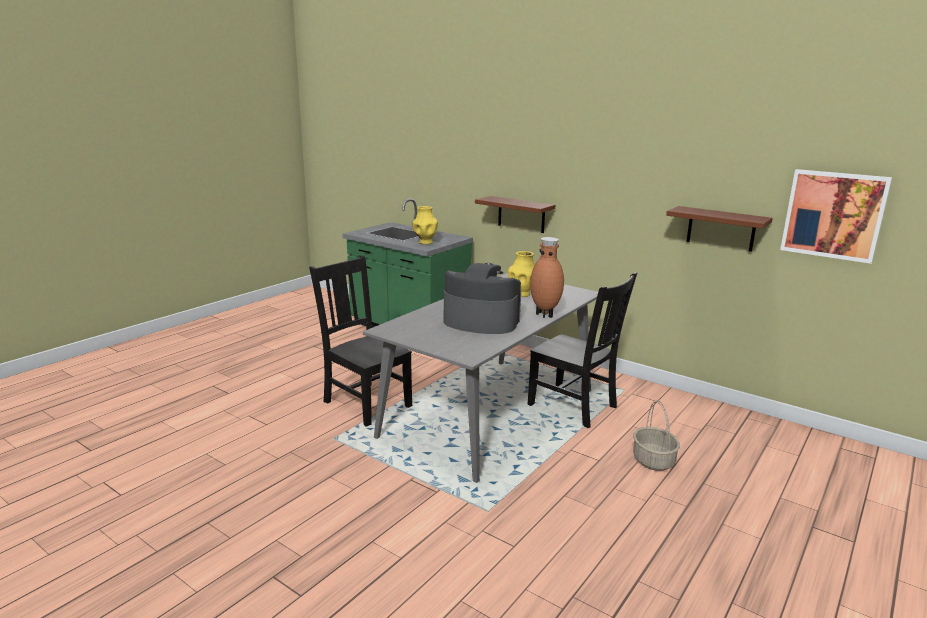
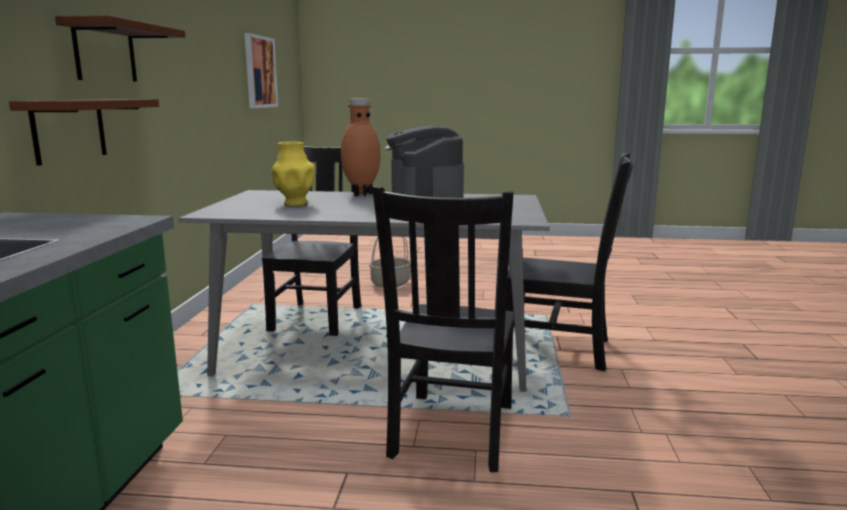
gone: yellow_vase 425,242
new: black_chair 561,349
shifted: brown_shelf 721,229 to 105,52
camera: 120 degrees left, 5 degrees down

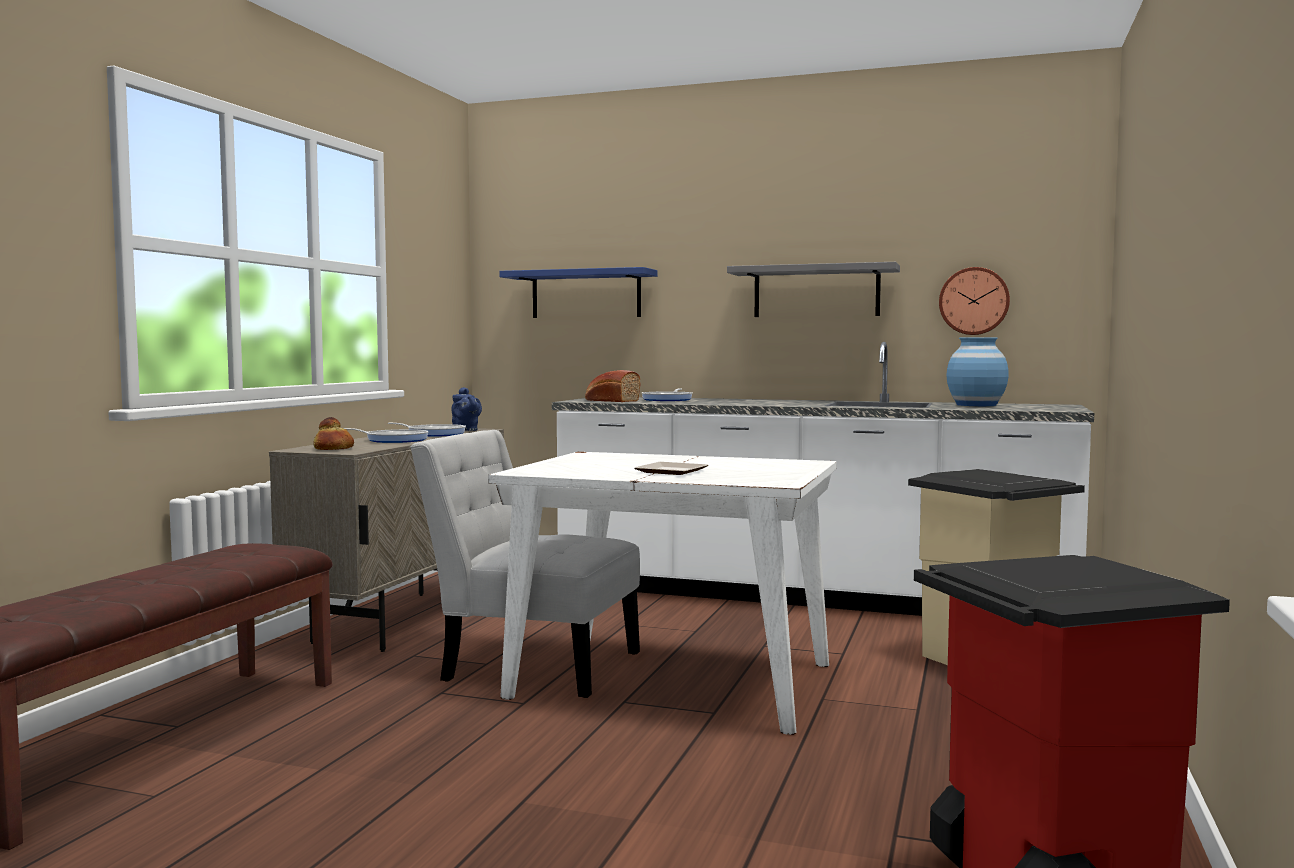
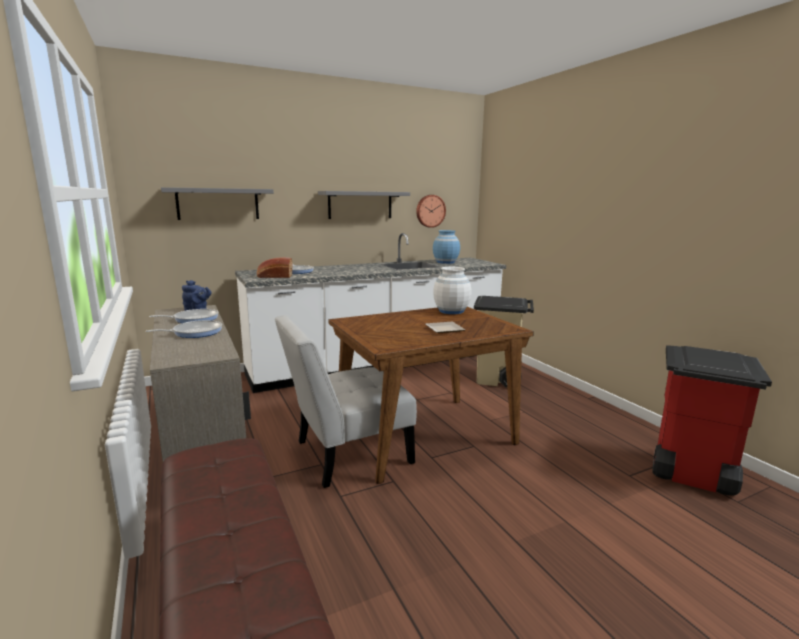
gone: bread 334,448
new: white_vase 451,311
repainted: white_dining_table 669,680 to brown_dining_table 423,435; blue_shelf 586,294 to grey_shelf 218,204
camera: 45 degrees left, 10 degrees up

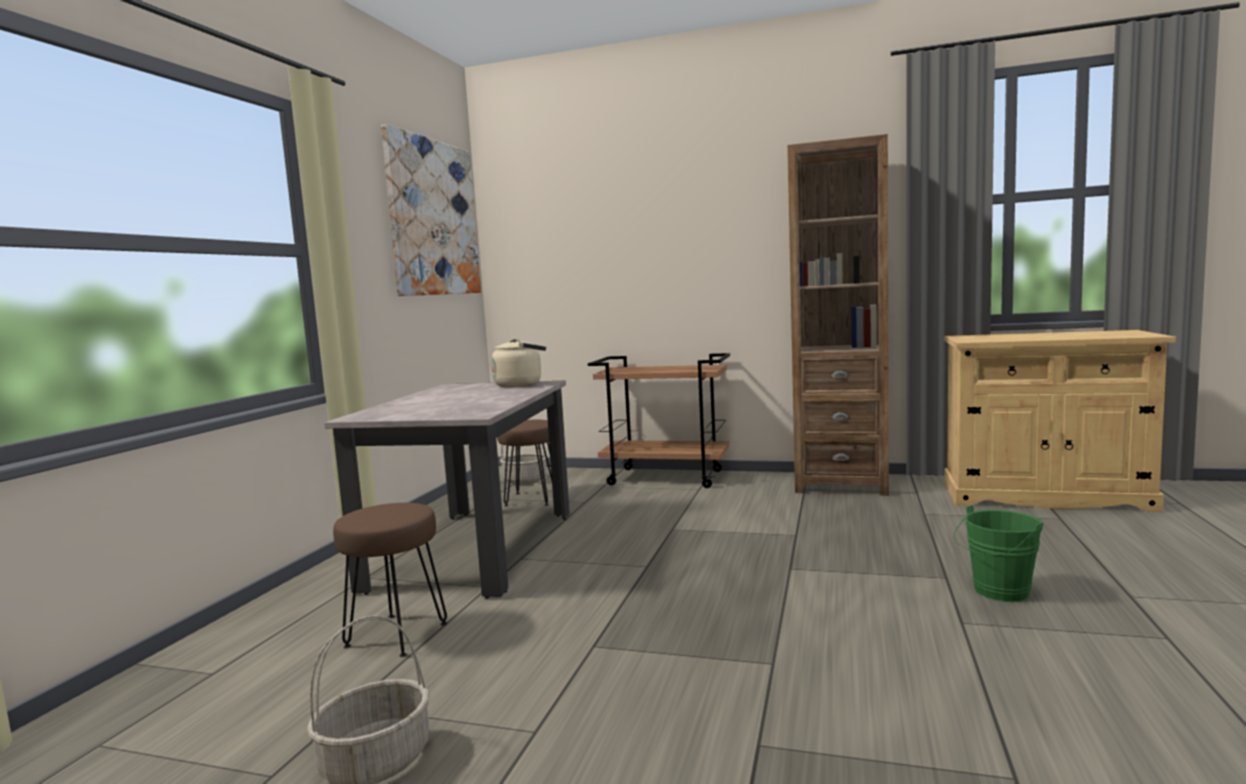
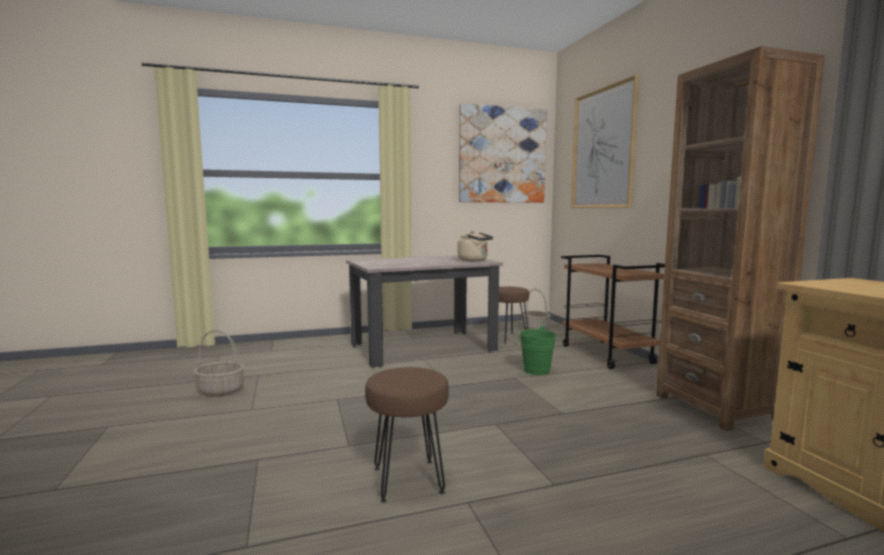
new: picture 602,148
shifted: brown_stool 395,635 to 407,479; green_bucket 997,593 to 533,370
camera: 55 degrees right, 0 degrees up

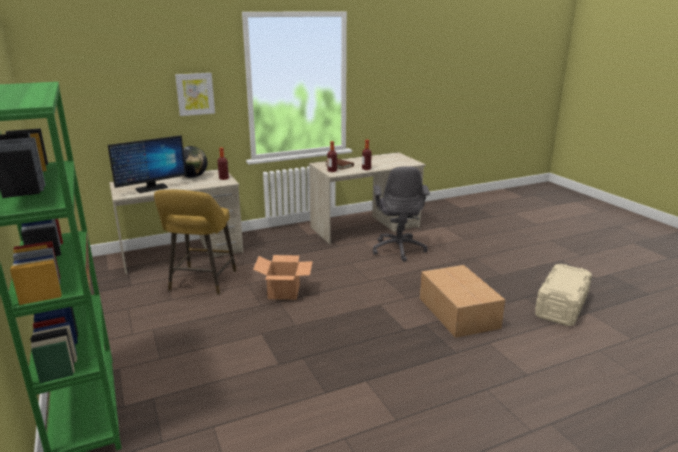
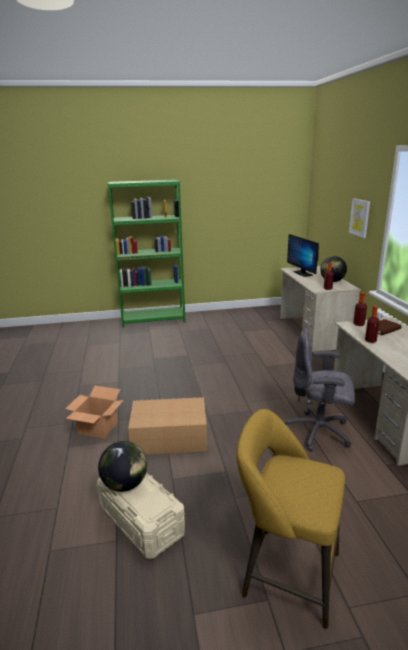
new: globe 125,484
shifted: yellow_stool 201,282 to 285,572; cardboard_box 283,291 to 98,427
camera: 105 degrees right, 0 degrees up

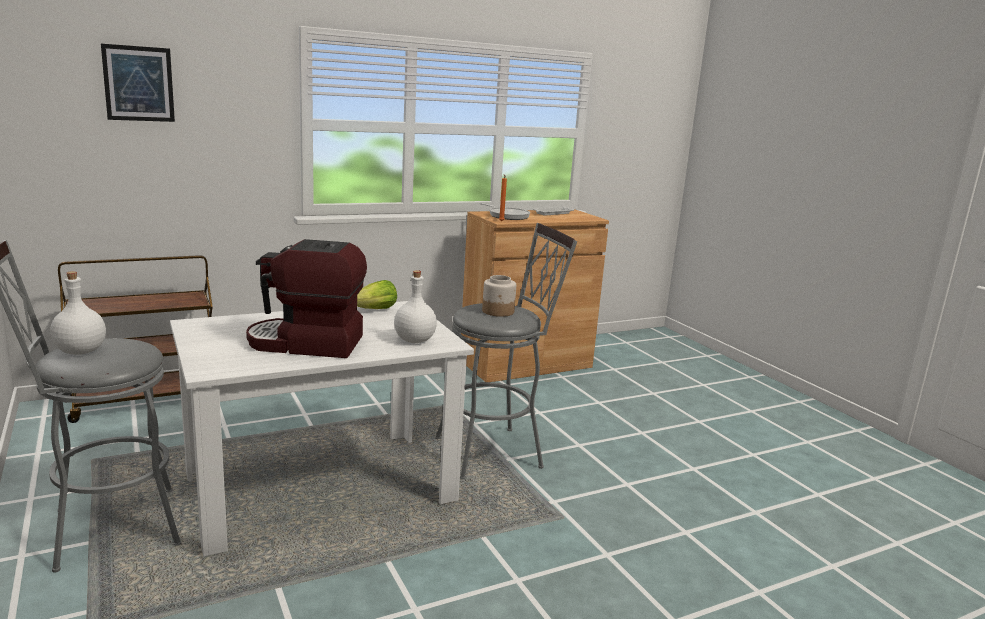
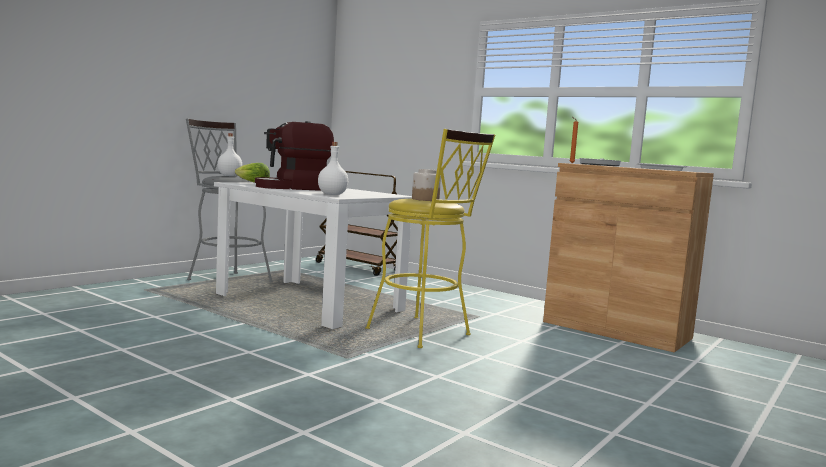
gone: picture 138,83
shifted: lettuce 375,310 to 252,183
repainted: grey_stool 497,451 to yellow_stool 424,334
rotated: coffee_machine 306,343 = 293,188 90 degrees counterclockwise
camera: 65 degrees right, 10 degrees down

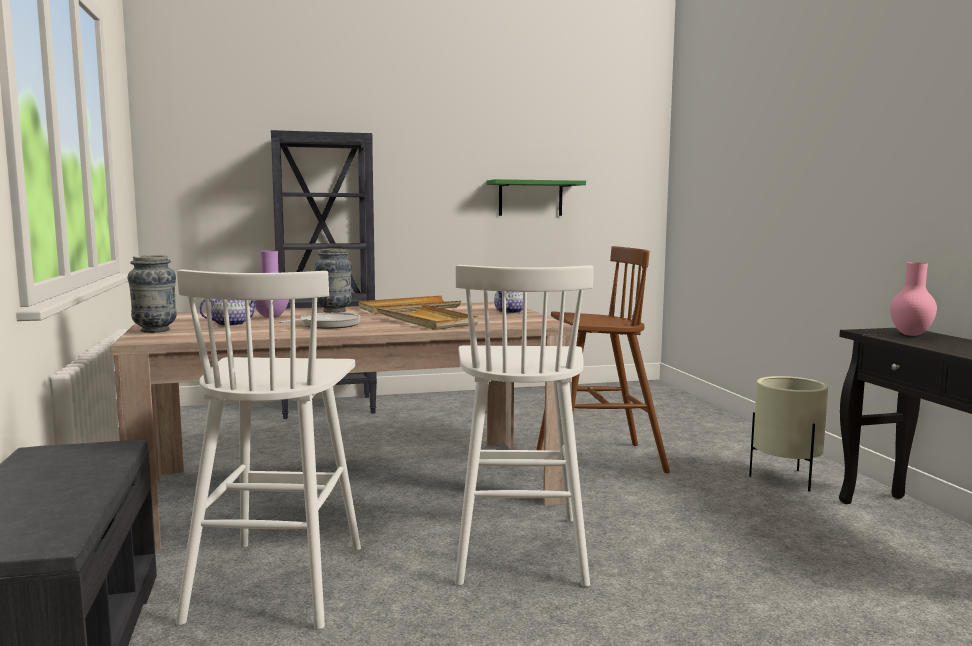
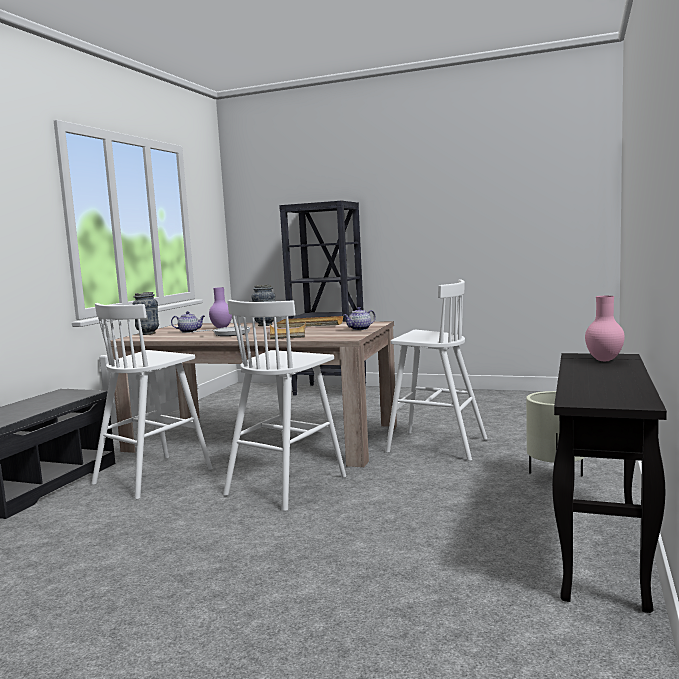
gone: green_shelf 530,198
repainted: brown_stool 597,461 to white_stool 435,445
camera: 35 degrees right, 0 degrees up

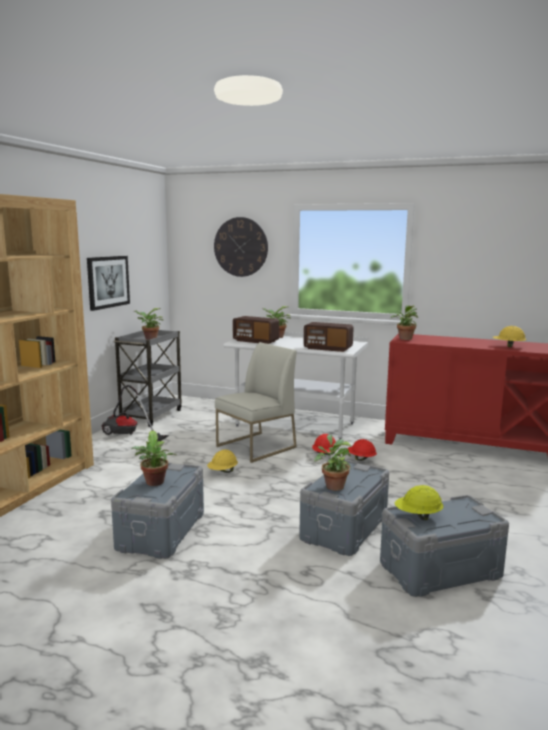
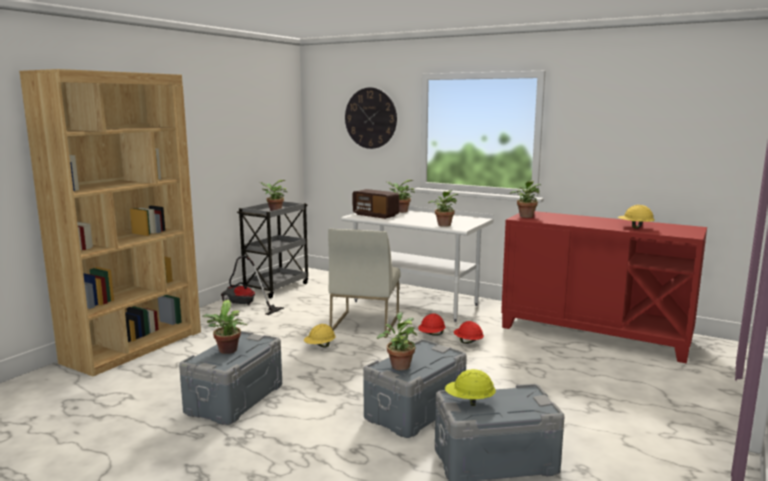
gone: picture 108,282
swapped: radio 328,348 to potted_plant 444,224
rotated: white_chair 256,447 = 364,324 135 degrees clockwise
camera: 10 degrees right, 0 degrees up

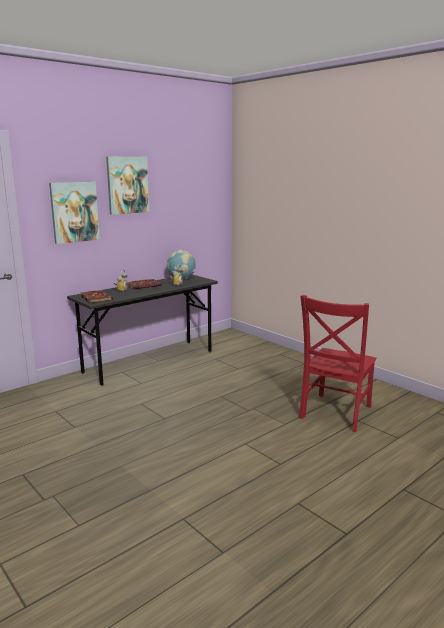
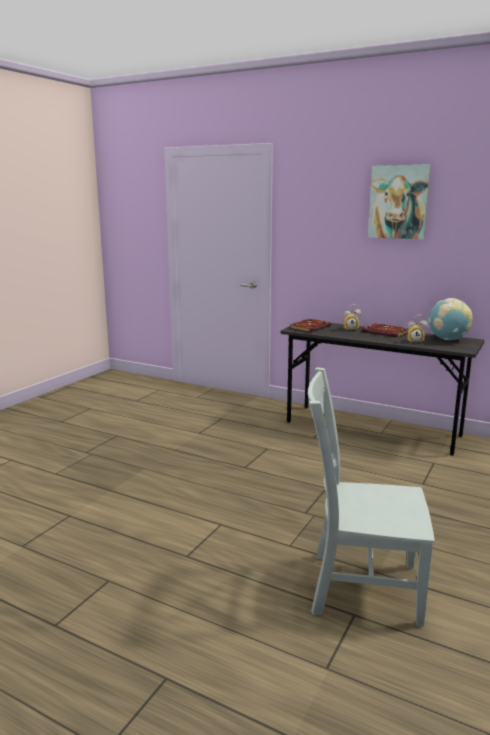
gone: picture 74,212
repainted: red_chair 334,413 to grey_chair 359,586
camera: 70 degrees right, 0 degrees up

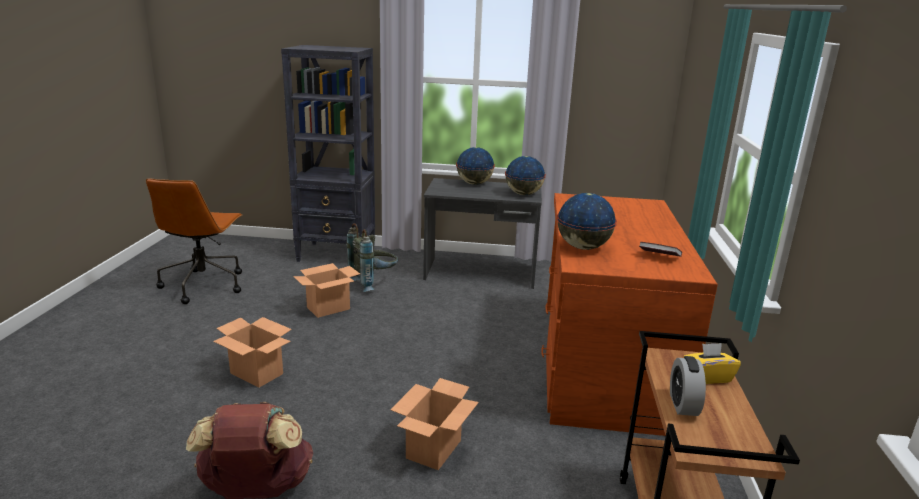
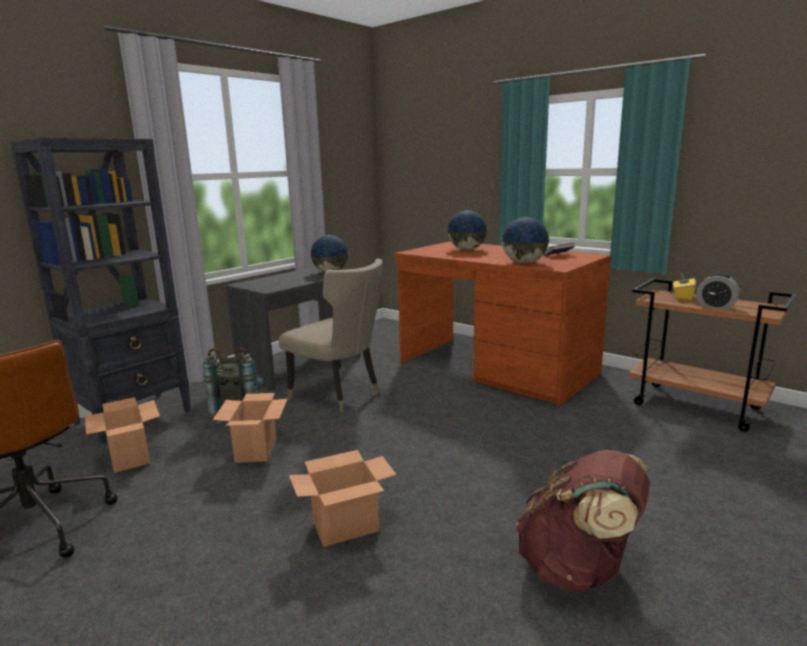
new: beige_chair 339,396
shifted: cardboard_box 433,450 to 130,458; globe 474,184 to 466,249
camera: 55 degrees left, 5 degrees down

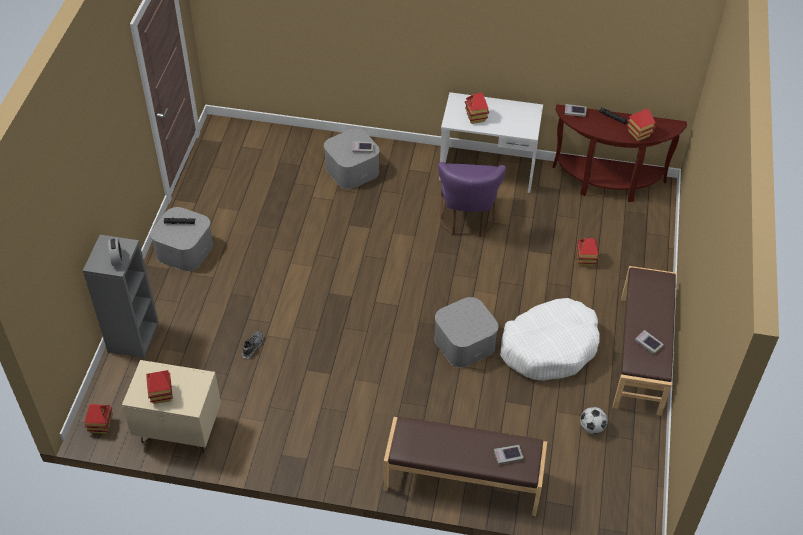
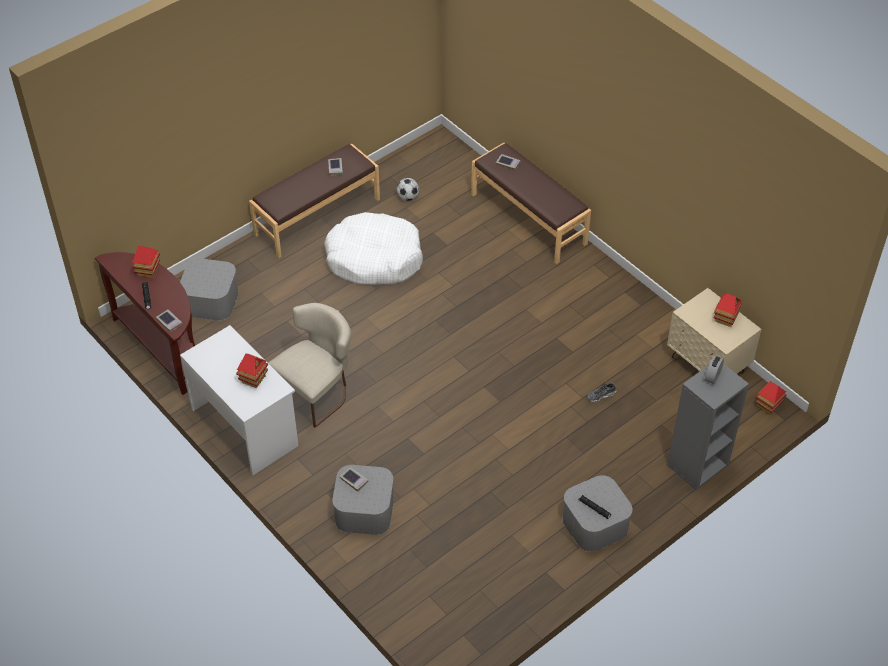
gone: toy_house 585,260
shifted: grey_storage_box 464,342 to 211,300
repainted: purple_chair 467,219 to beige_chair 317,392
camera: 140 degrees left, 0 degrees up

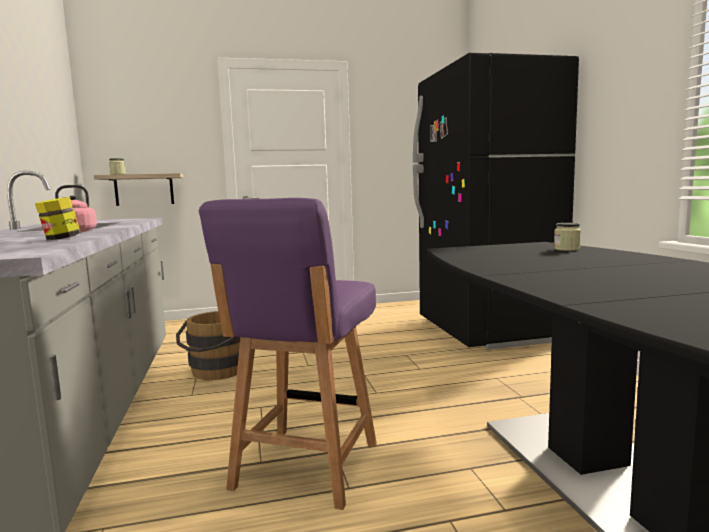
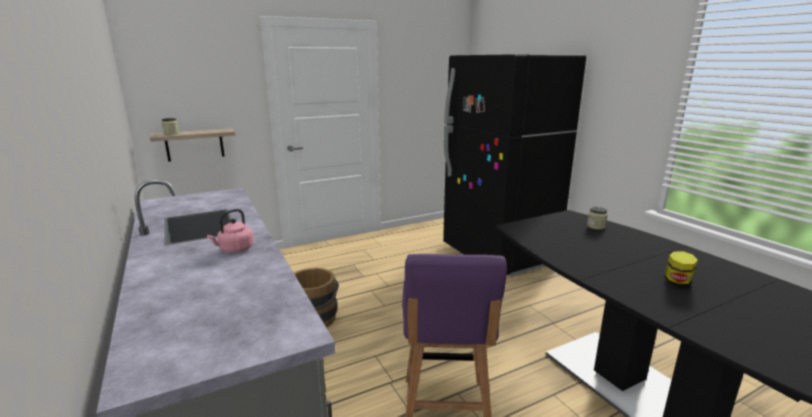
shifted: jar 61,239 to 677,282
camera: 15 degrees left, 10 degrees up

